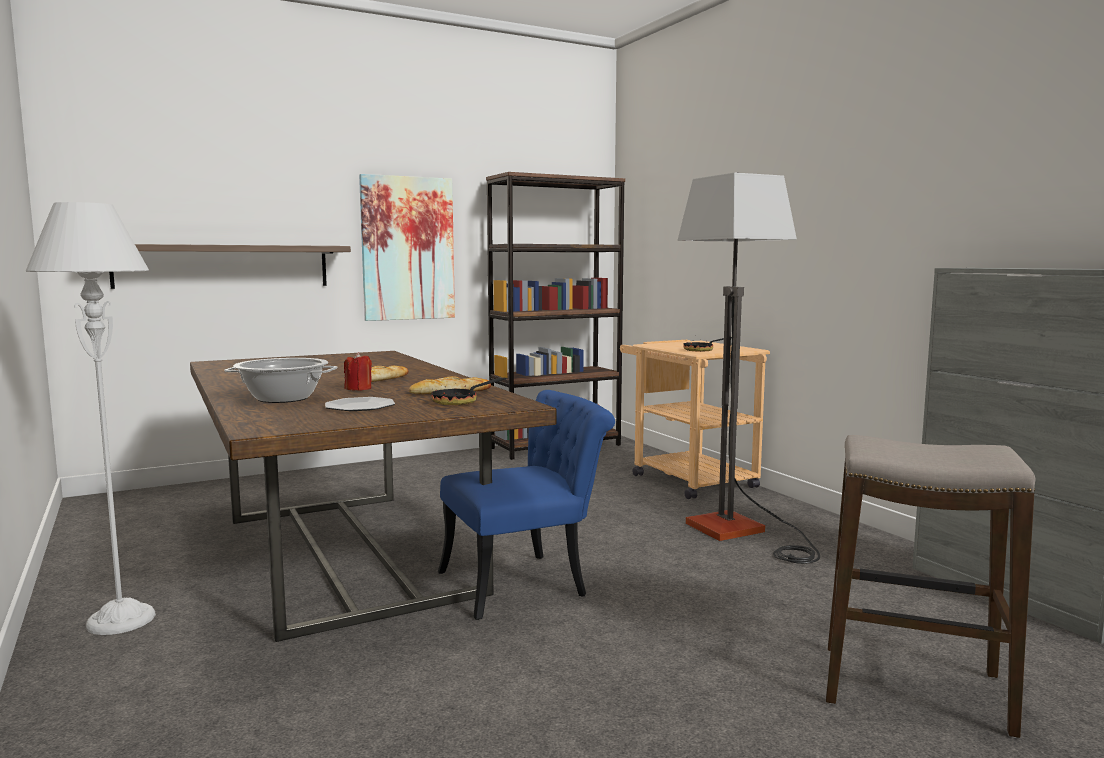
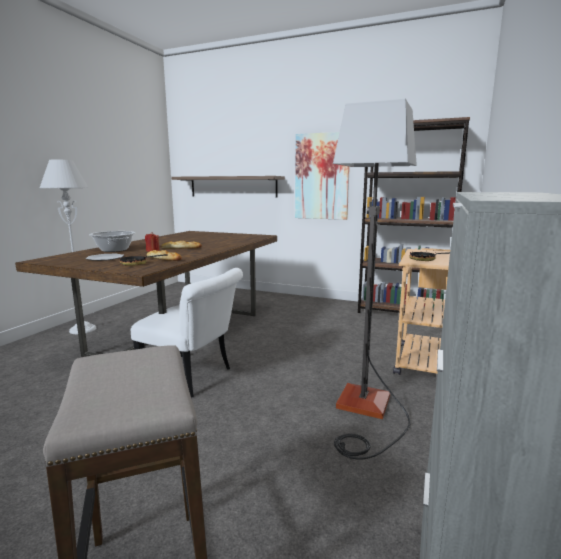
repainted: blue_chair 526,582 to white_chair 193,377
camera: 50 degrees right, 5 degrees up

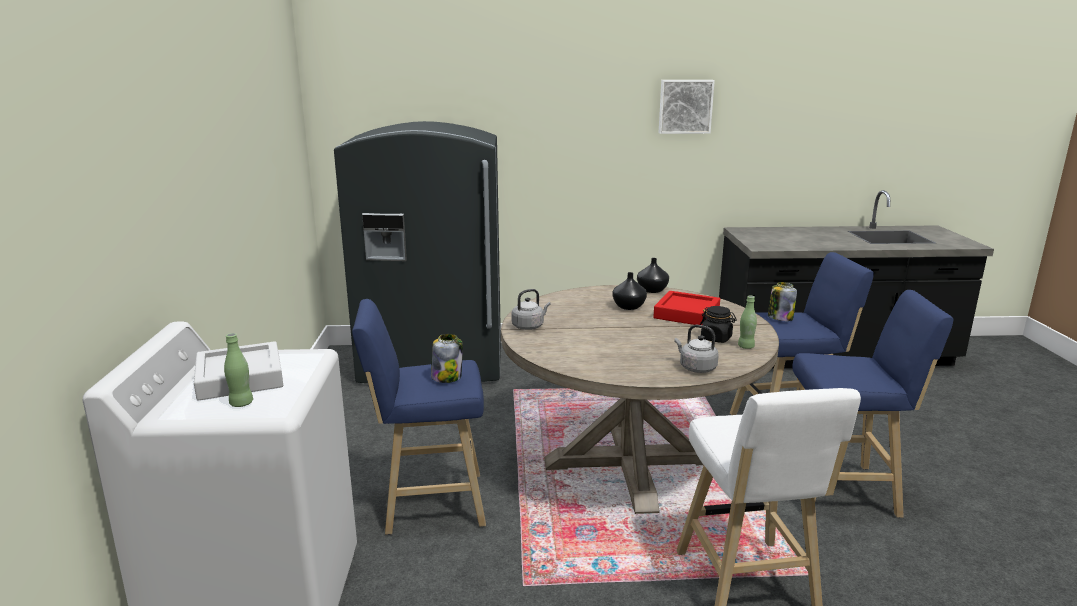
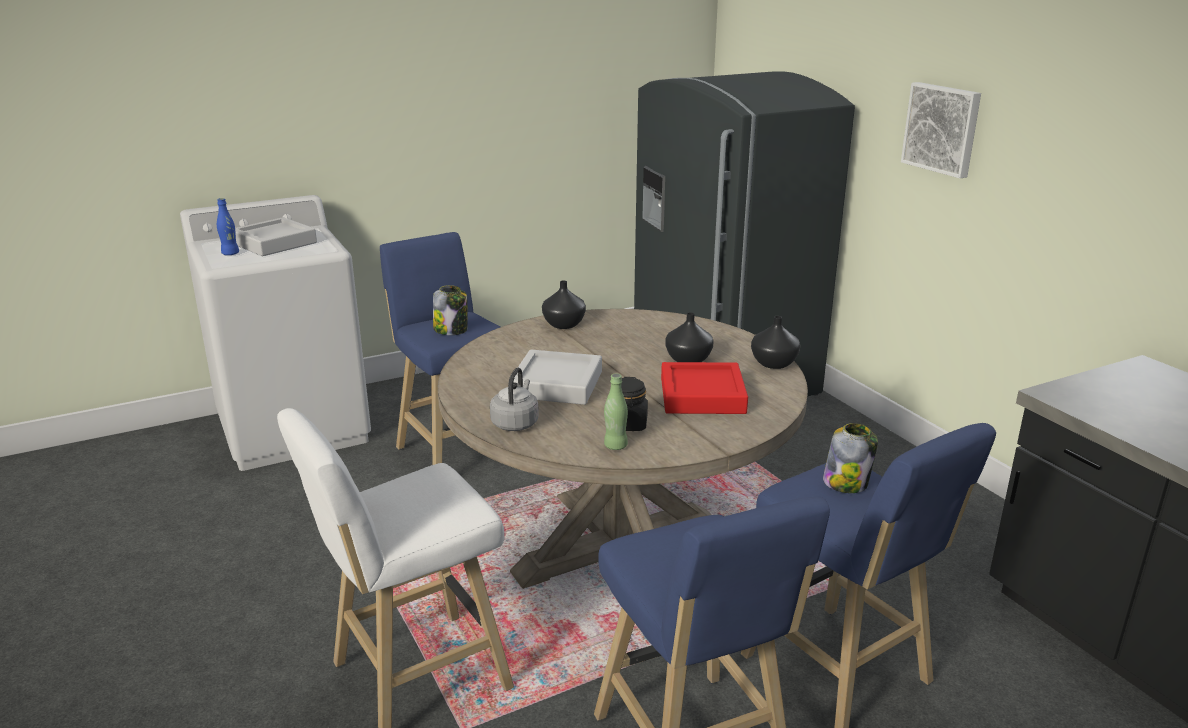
new: grey_tray 557,384
shifted: picture 685,106 to 942,128
swapped: grey_kettle 529,326 to black_vase 565,324
repainted: green_bottle 241,403 to blue_bottle 230,254
camera: 65 degrees right, 5 degrees up

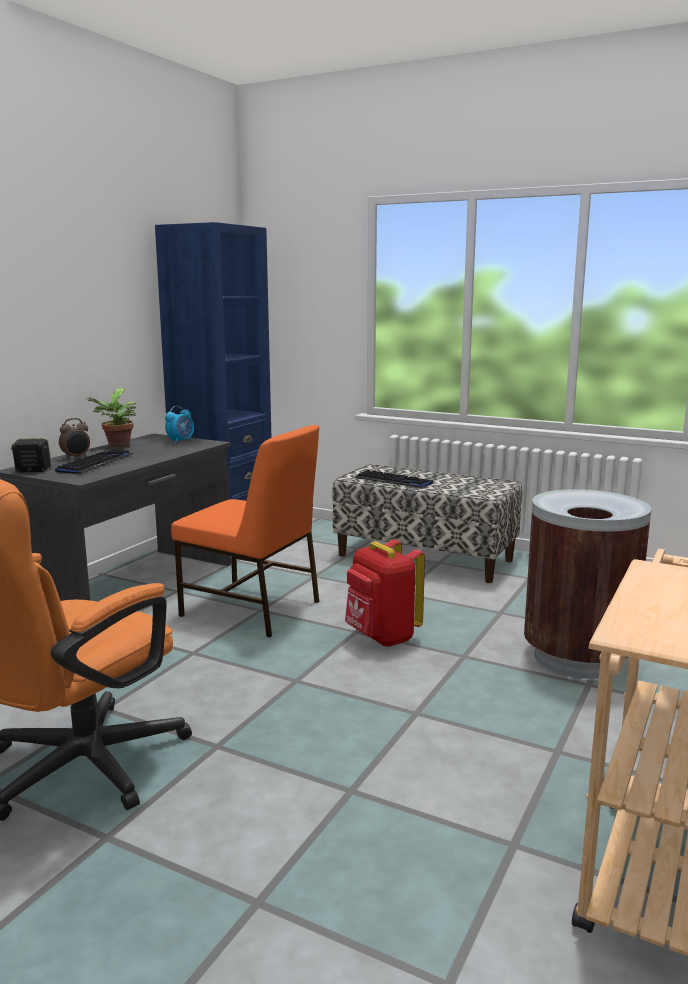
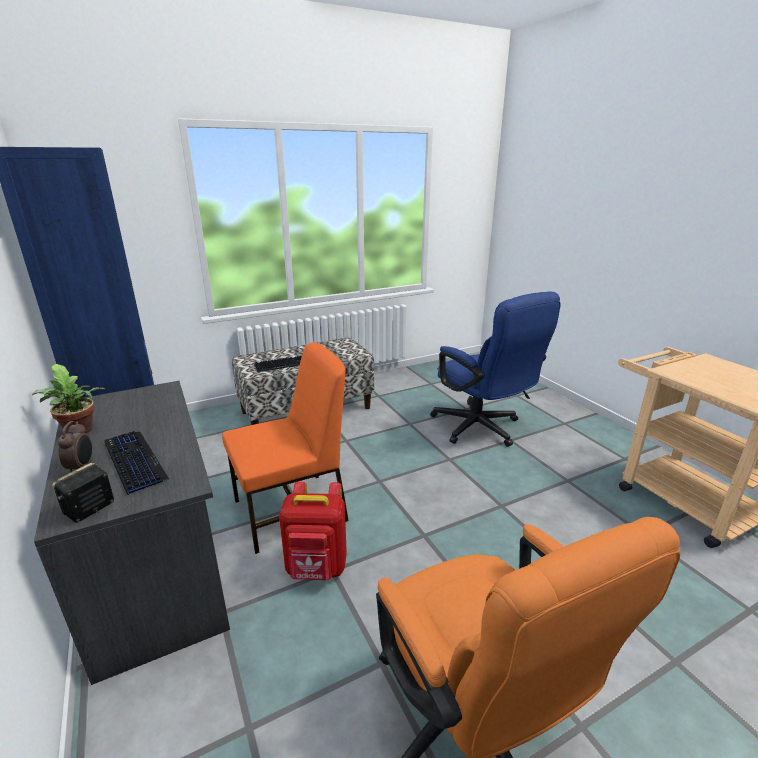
gone: alarm_clock 181,441
shifted: red_backpack 382,638 to 317,568
swapped: brown_trash_can 577,658 to blue_office_chair 482,429
camera: 55 degrees left, 10 degrees up

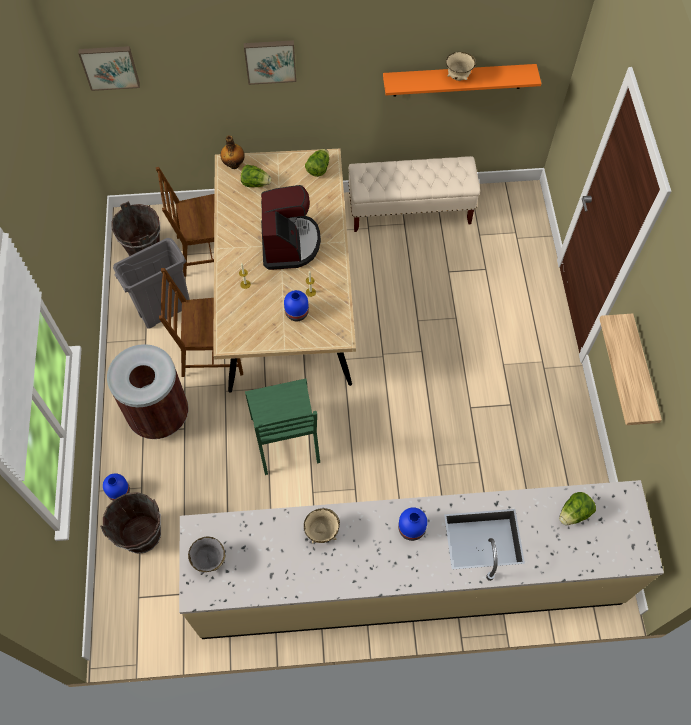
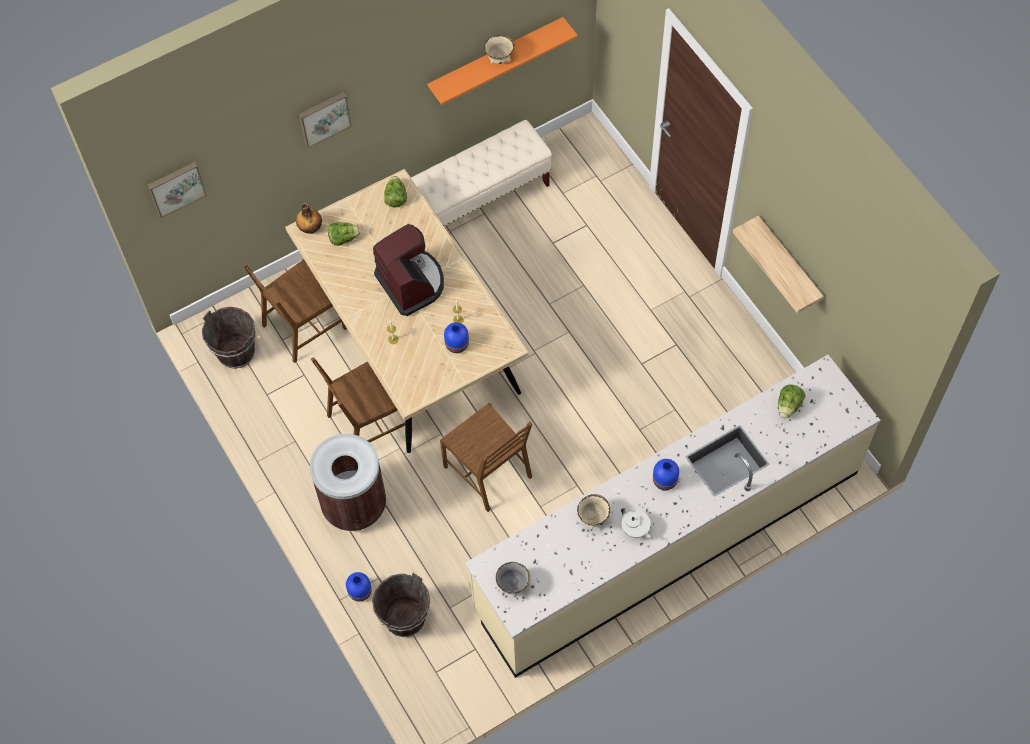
gone: grey_trash_can 166,311
new: white_teapot 635,529
repainted: green_chair 286,440 to brown_chair 489,471
camera: 25 degrees left, 0 degrees up

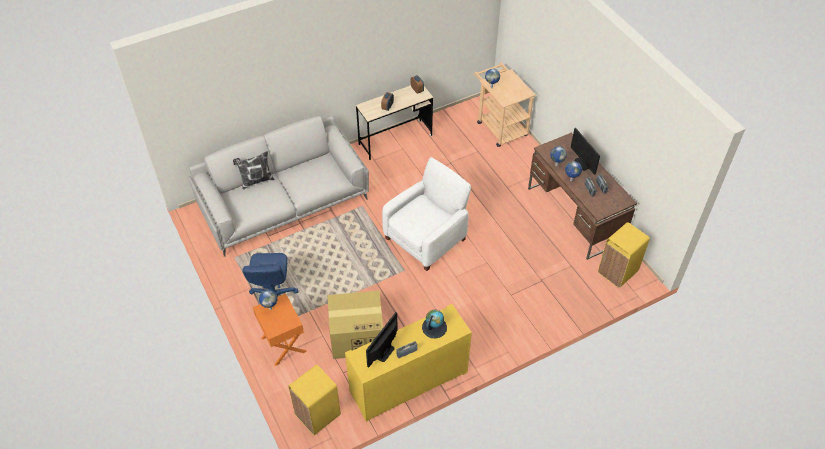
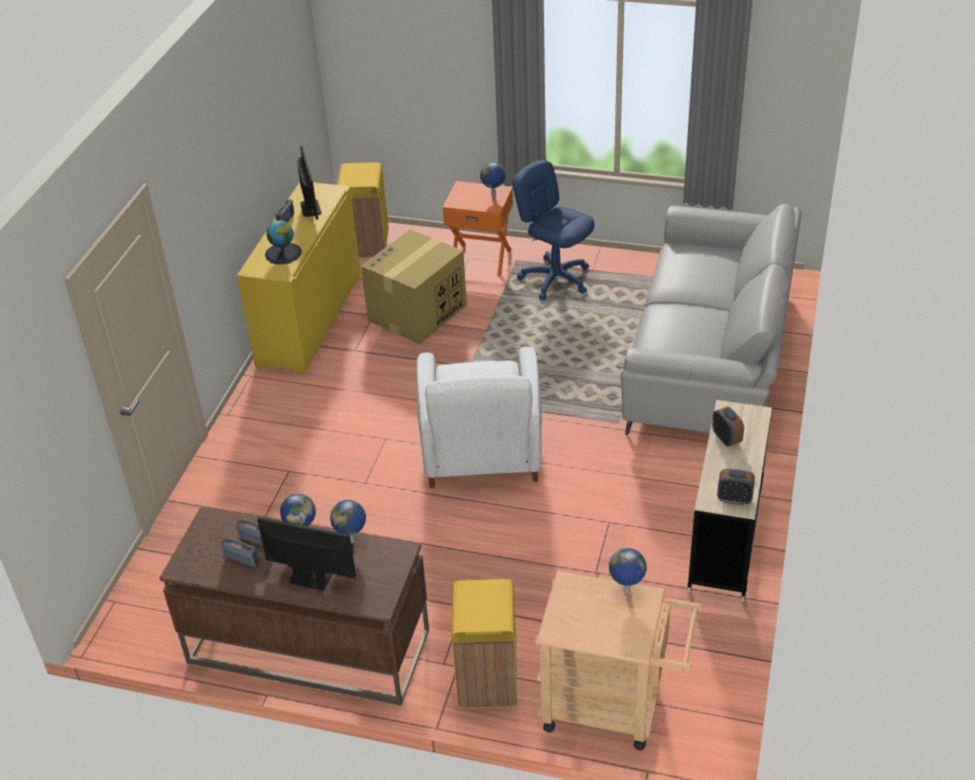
gone: pillow 256,181
shifted: yellow_trash_can 618,272 to 486,682
camera: 135 degrees right, 10 degrees down

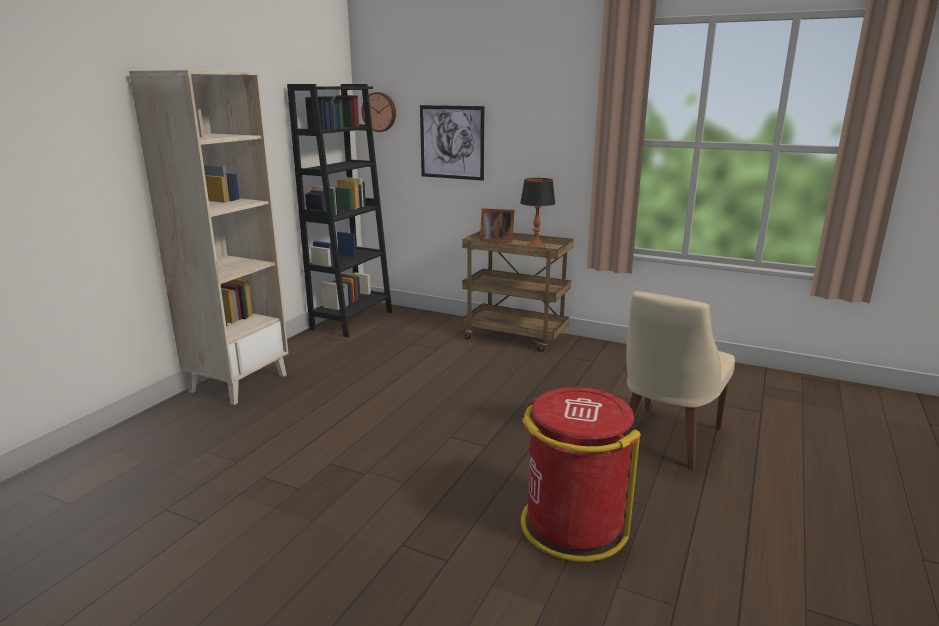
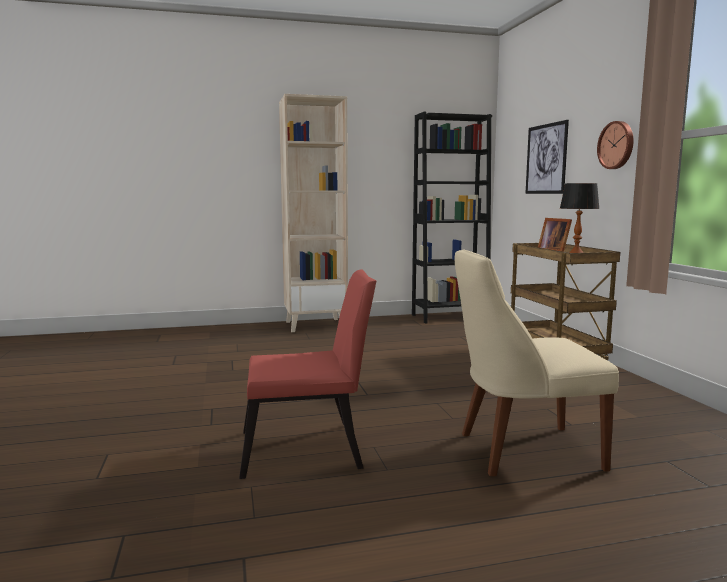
shifted: wall_clock 379,112 to 617,145
swapped: red_trash_can 572,525 to red_chair 309,449
camera: 50 degrees right, 10 degrees down

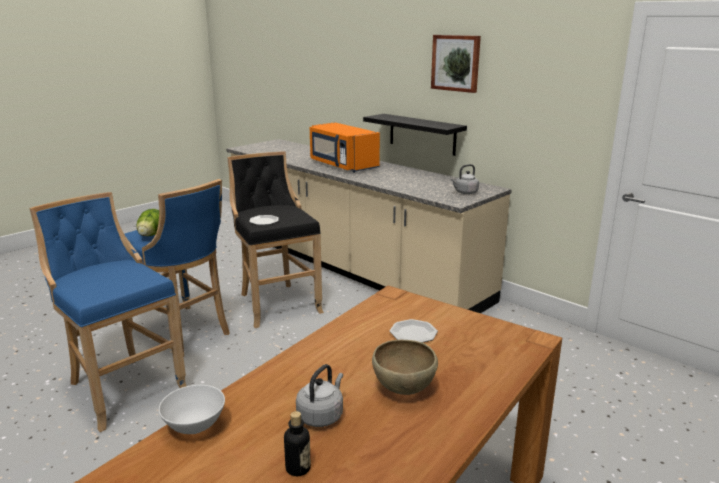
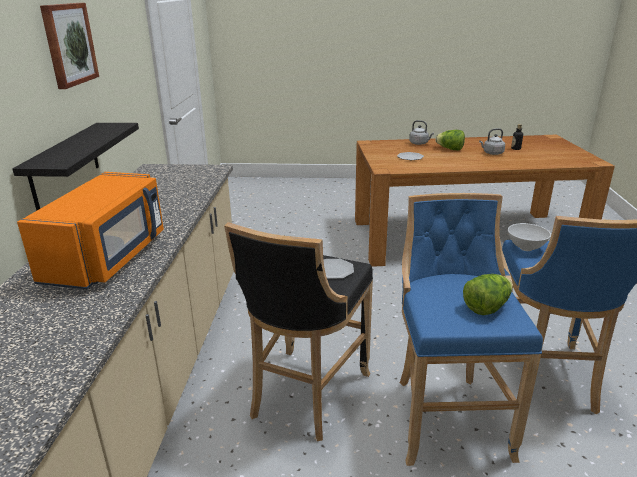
shifted: white_bowl 195,428 to 525,248; grey_kettle 465,193 to 419,143
swapped: brown_bowl 403,389 to lettuce 450,149
camera: 130 degrees left, 5 degrees up

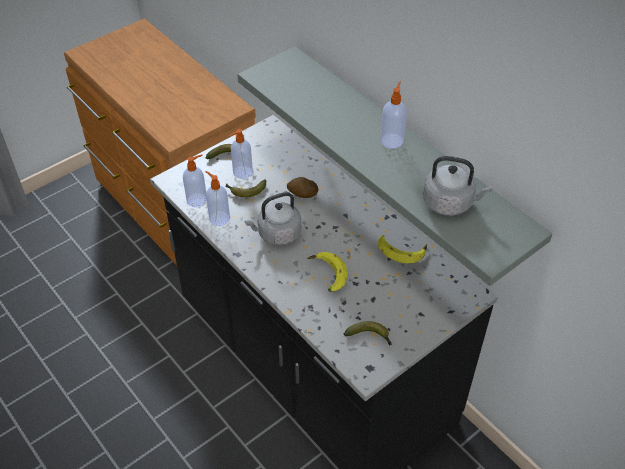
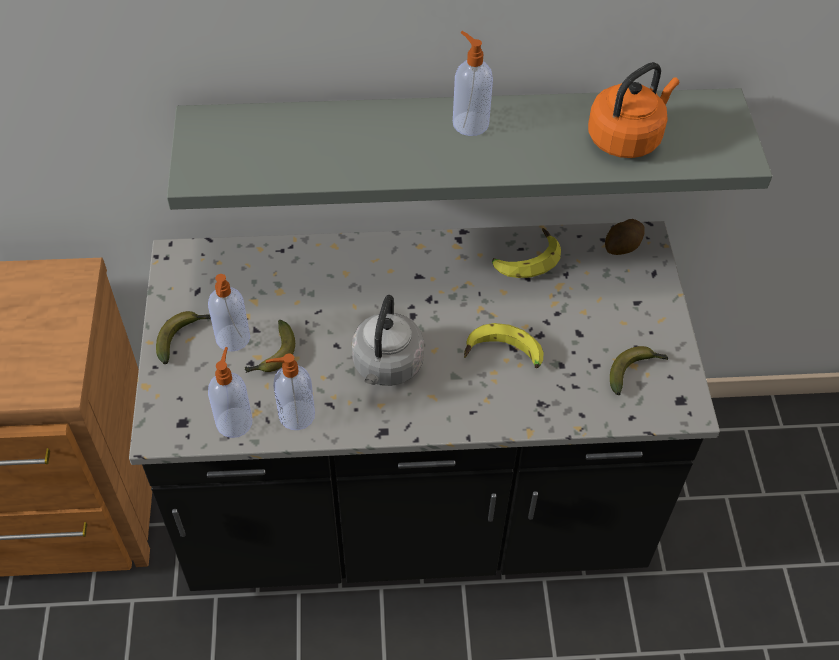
shifted: potato 302,194 to 622,247
repainted: grey_kettle 450,203 to orange_kettle 626,138
camera: 55 degrees left, 5 degrees up

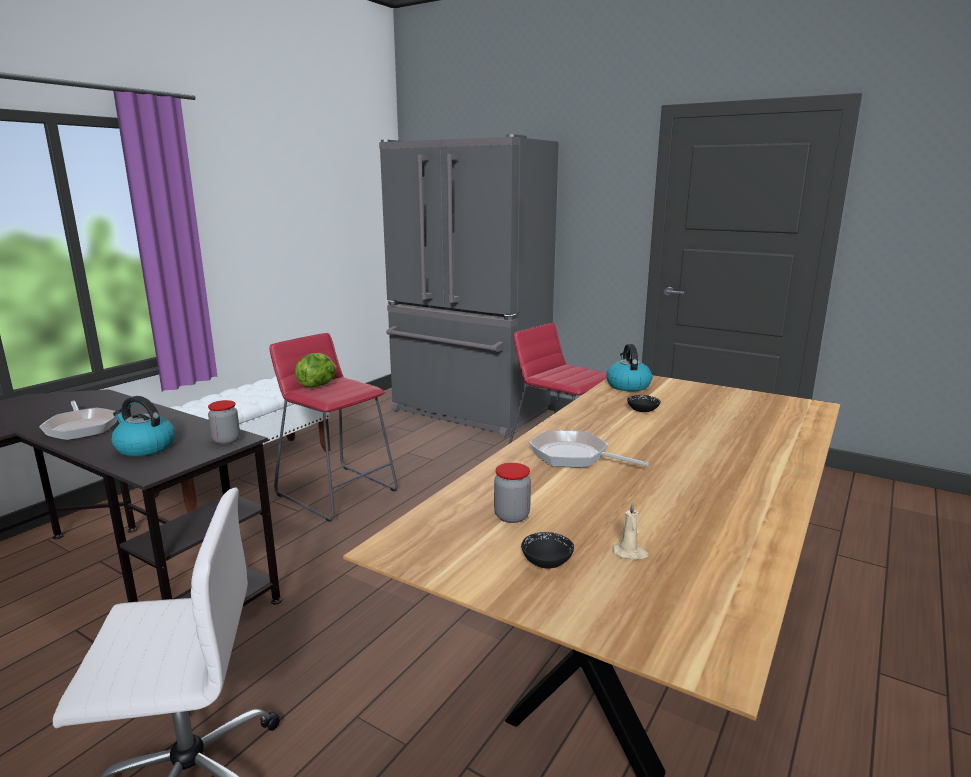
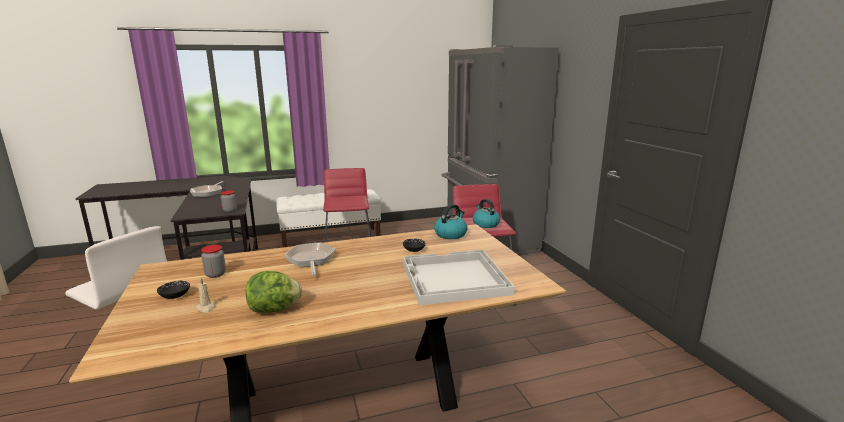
new: white_tray 453,279
shifted: kettle 144,447 to 485,224; lettuce 318,385 to 274,310
camera: 40 degrees right, 0 degrees up

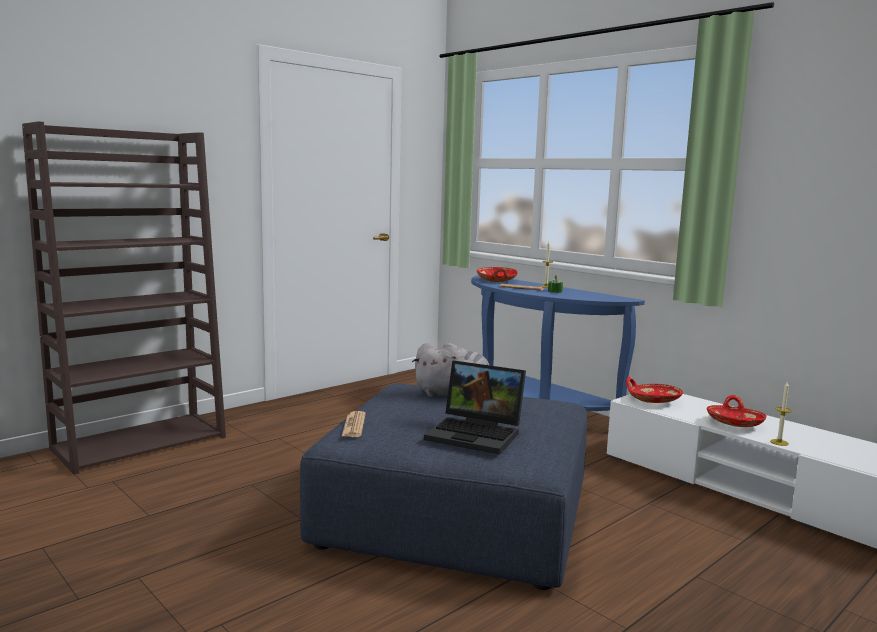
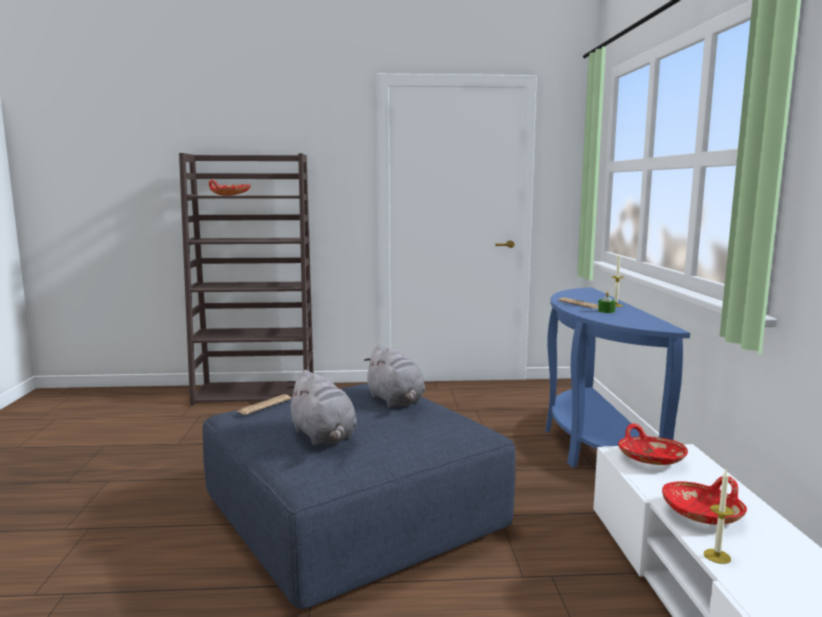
shifted: red_bowl 496,280 to 230,195
swapped: laptop 477,434 to grey_plush_toy 324,437
camera: 40 degrees right, 0 degrees up

